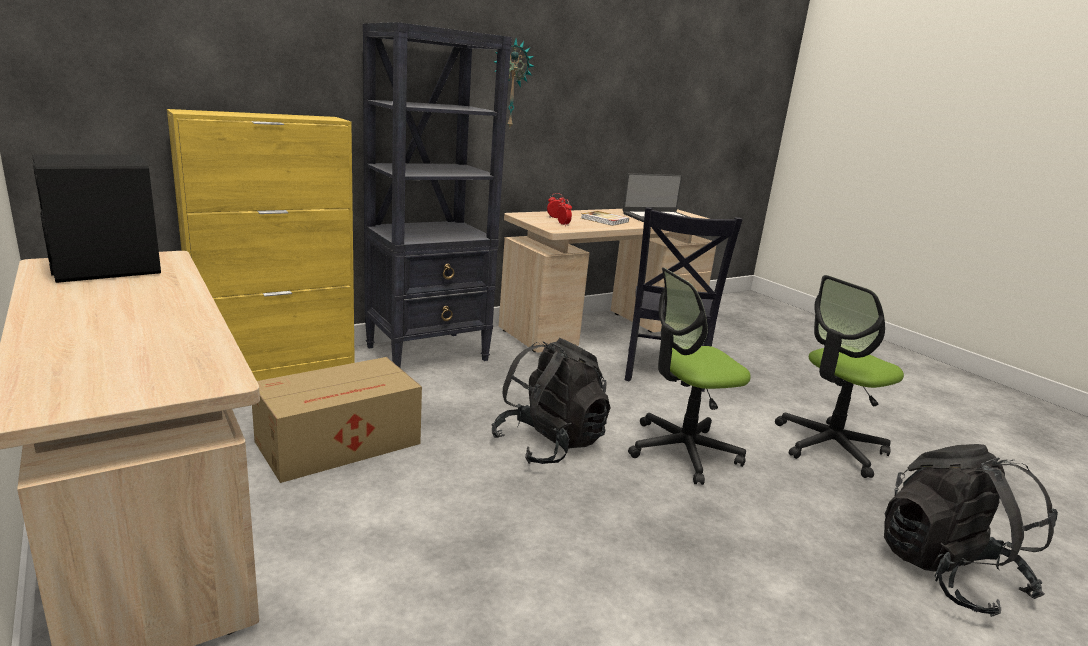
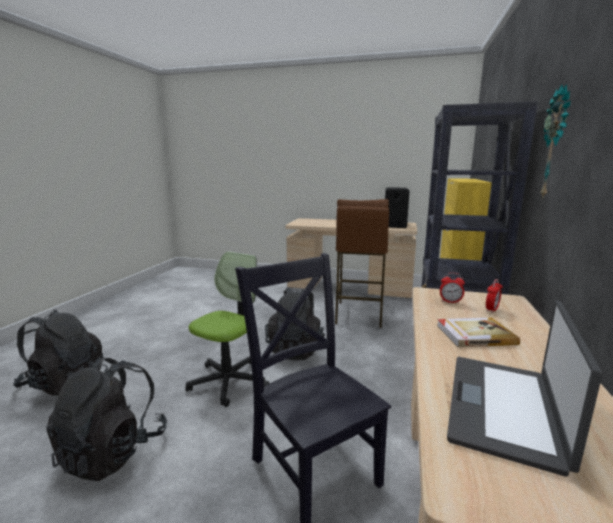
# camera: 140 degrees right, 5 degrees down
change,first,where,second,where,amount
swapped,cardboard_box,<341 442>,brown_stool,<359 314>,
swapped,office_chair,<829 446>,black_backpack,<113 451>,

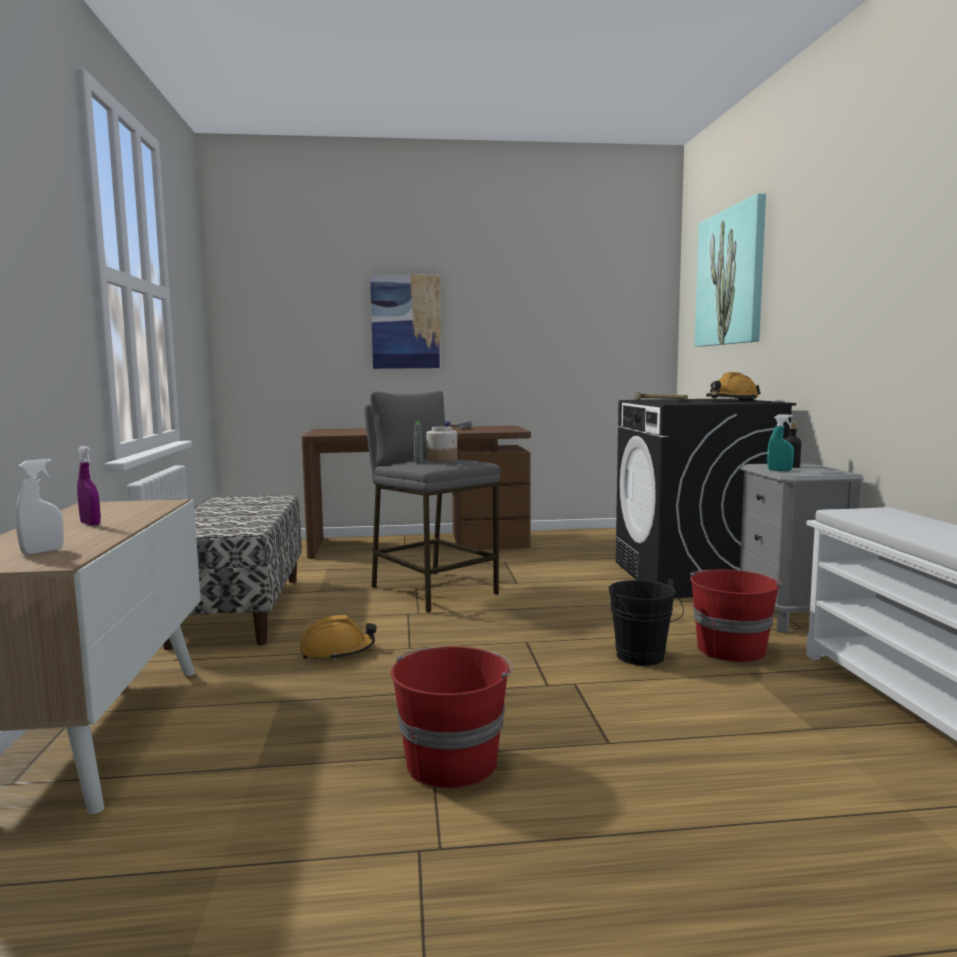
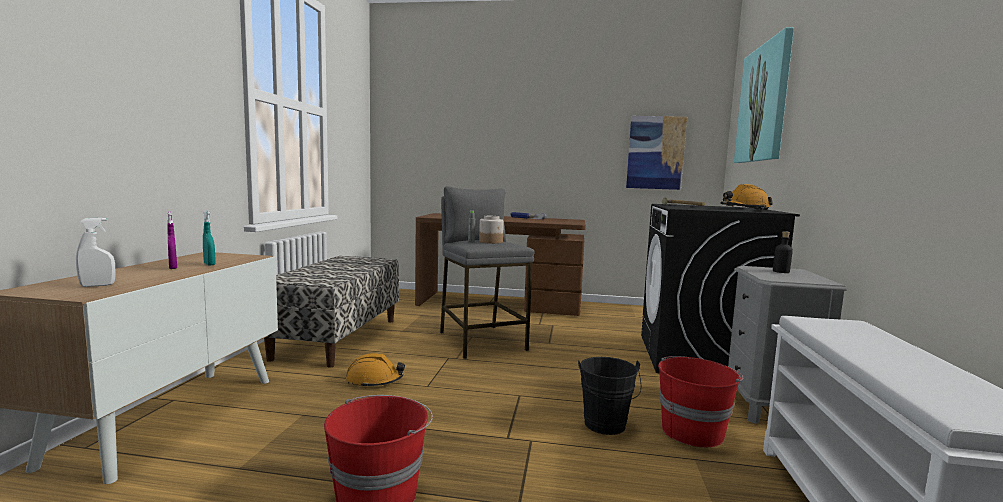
# camera: 15 degrees right, 0 degrees up
change,first,where,second,where,amount
shifted,picture,<406 322>,,<655 153>,
shifted,turquoise_spray_bottle,<779 470>,,<209 264>,

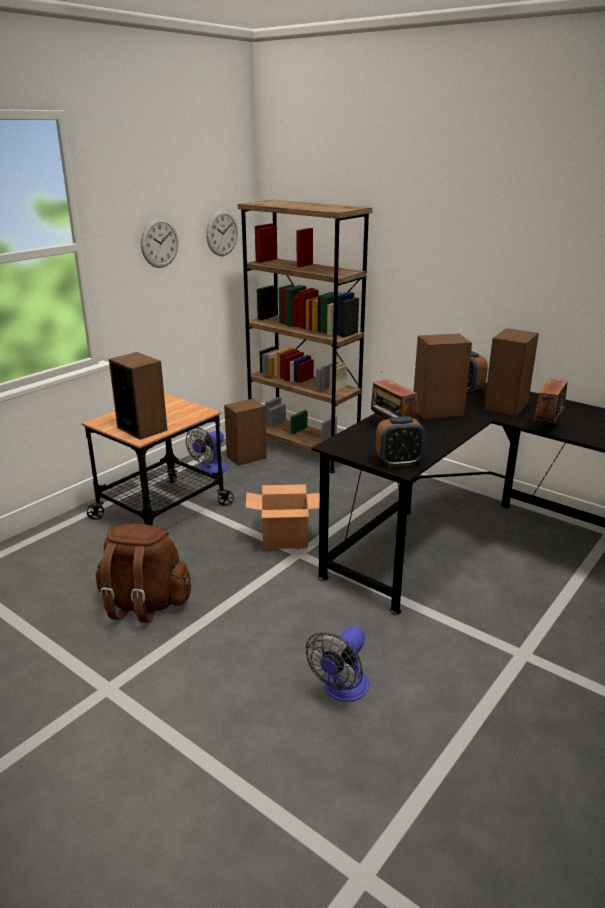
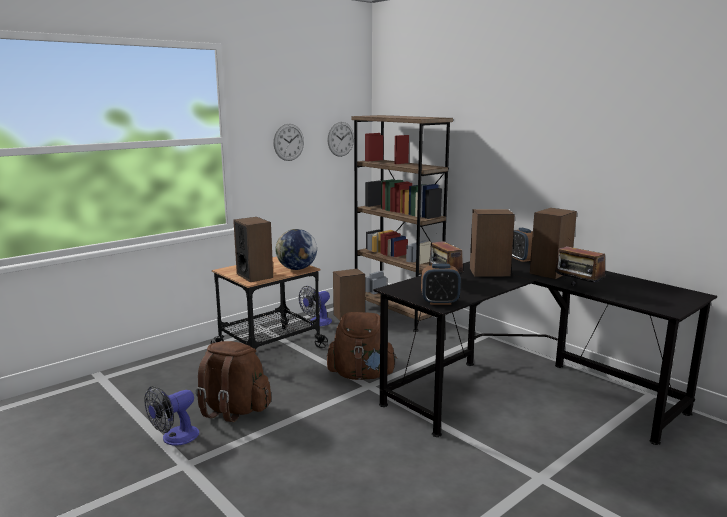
# camera: 10 degrees right, 10 degrees down
change,first,where,second,where,amount
new,,,globe,<296 269>,
shifted,fan,<342 690>,,<174 438>,
swapped,cardboard_box,<285 539>,brown_backpack,<361 375>,
rotated,radio,<545 429>,,<577 288>,75 degrees counterclockwise

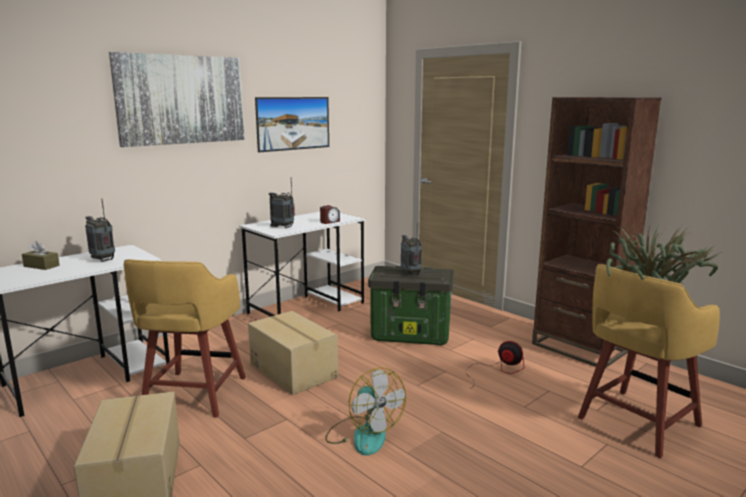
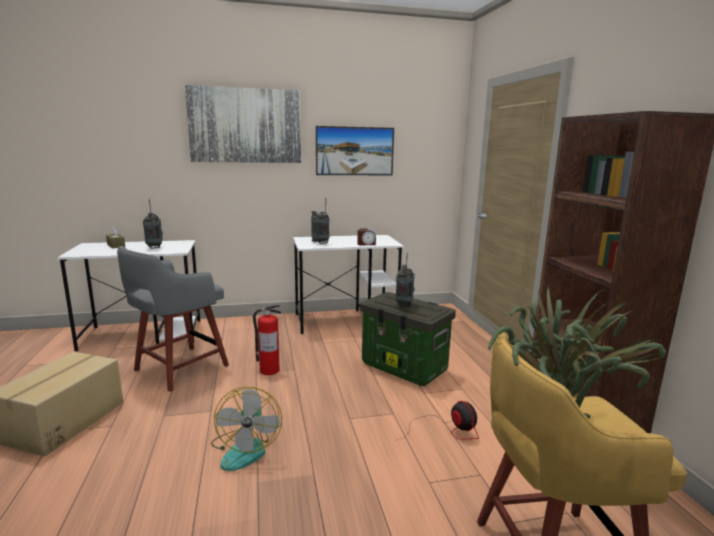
# camera: 30 degrees right, 0 degrees up
change,first,where,second,where,amount
swapped,cardboard_box,<294 370>,fire_extinguisher,<269 370>,
repainted,yellow_stool,<193 395>,grey_stool,<178 369>,

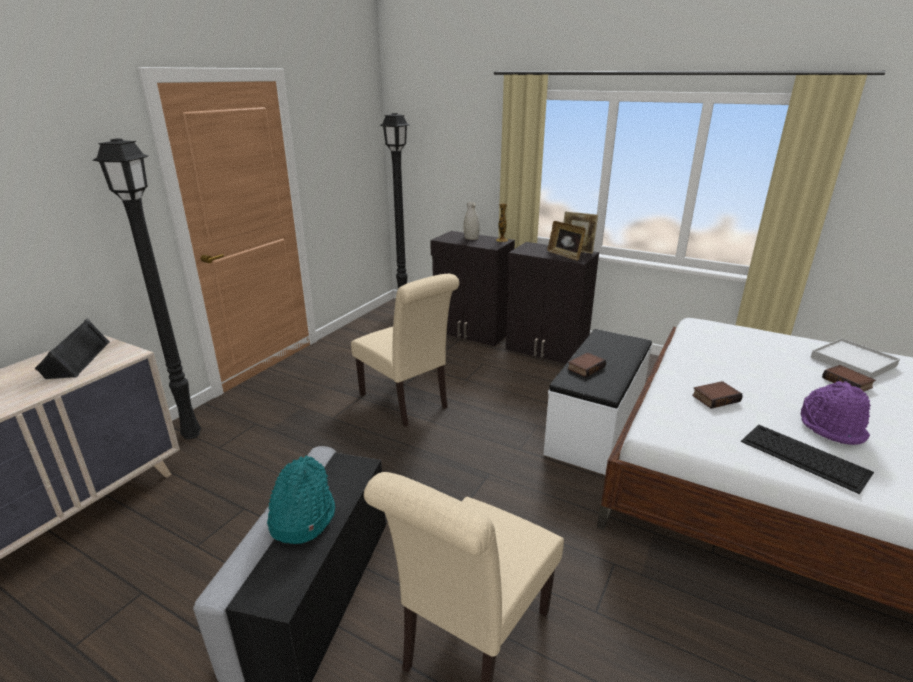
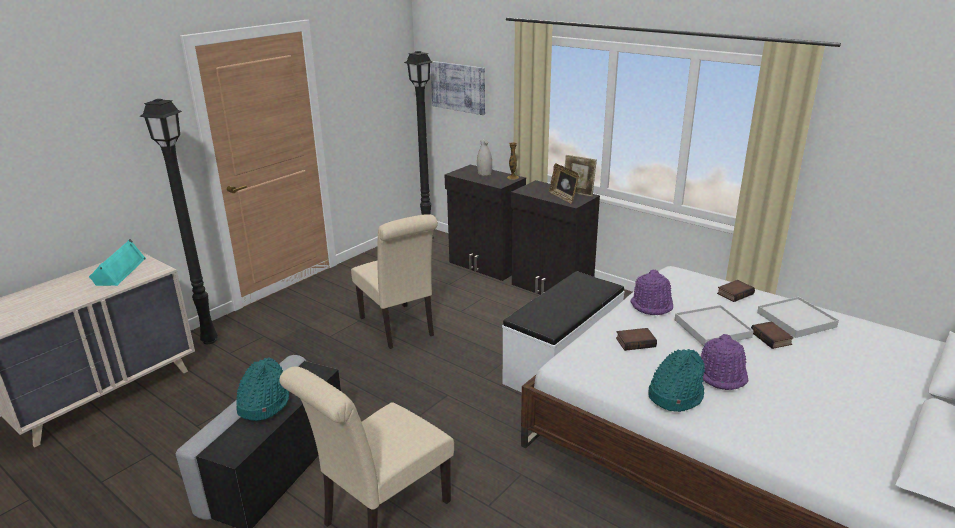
# camera: 10 degrees right, 0 degrees up
change,first,where,second,where,amount
new,,,picture,<458 87>,
new,,,purple_hat,<652 305>,
new,,,white_tray,<712 328>,
shifted,book,<585 367>,,<734 293>,
swapped,keyboard,<803 456>,turquoise_hat,<674 395>,
repainted,black_speaker,<75 359>,turquoise_speaker,<118 271>,

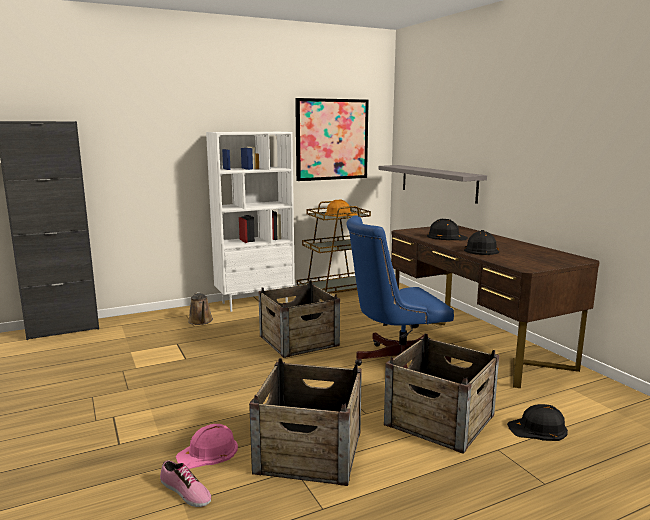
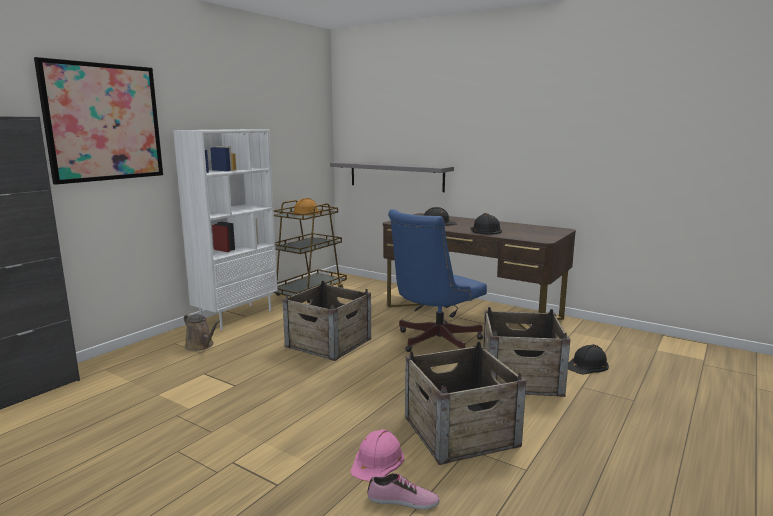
# camera: 30 degrees left, 0 degrees up
change,first,where,second,where,amount
shifted,picture,<332 139>,,<104 122>,

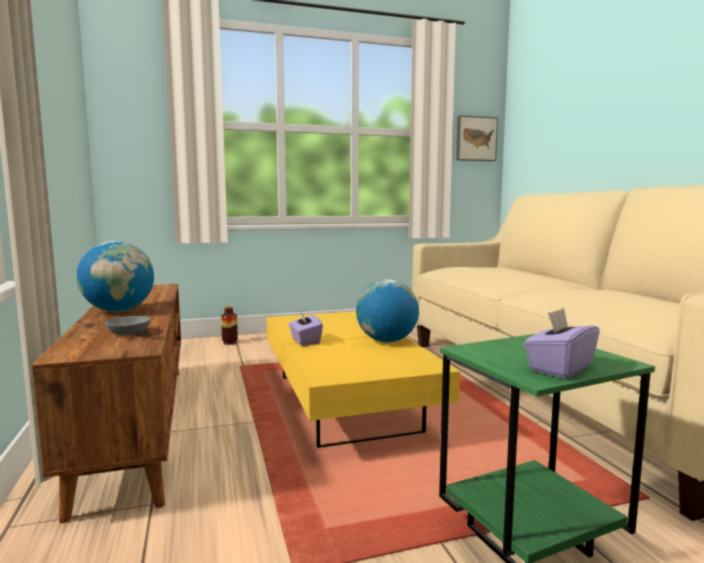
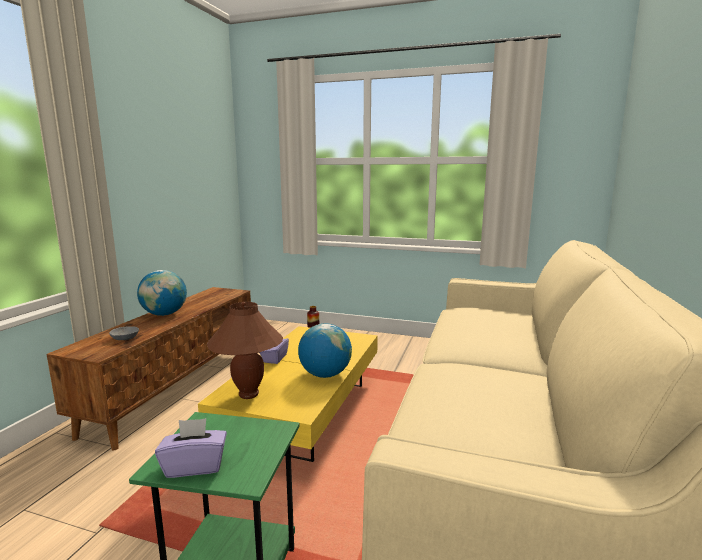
# camera: 35 degrees right, 5 degrees up
change,first,where,second,where,amount
gone,picture,<475 139>,,,
new,,,brown_table_lamp,<248 394>,

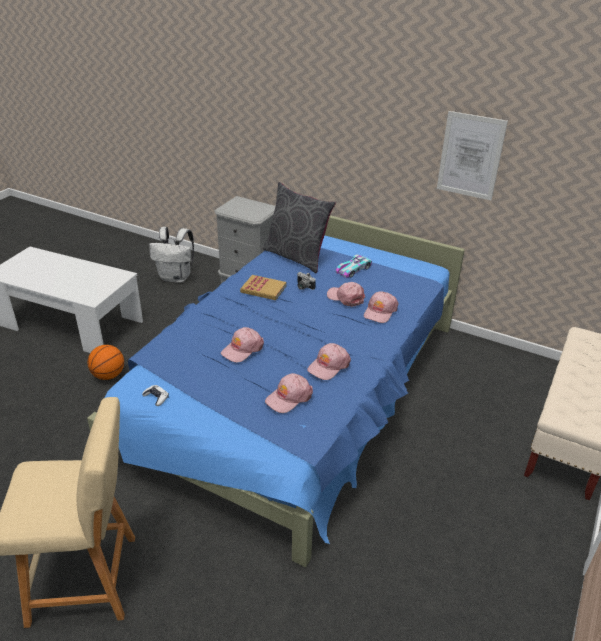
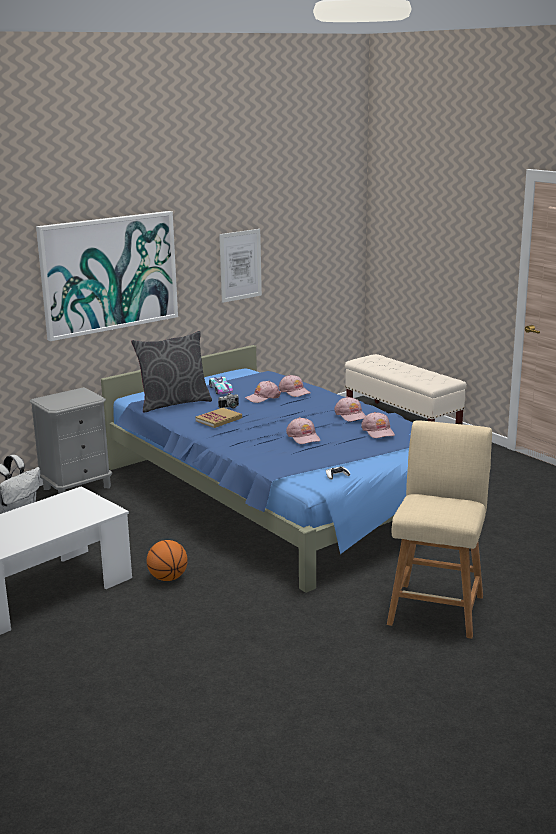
# camera: 65 degrees left, 15 degrees down
change,first,where,second,where,amount
new,,,picture,<109 273>,

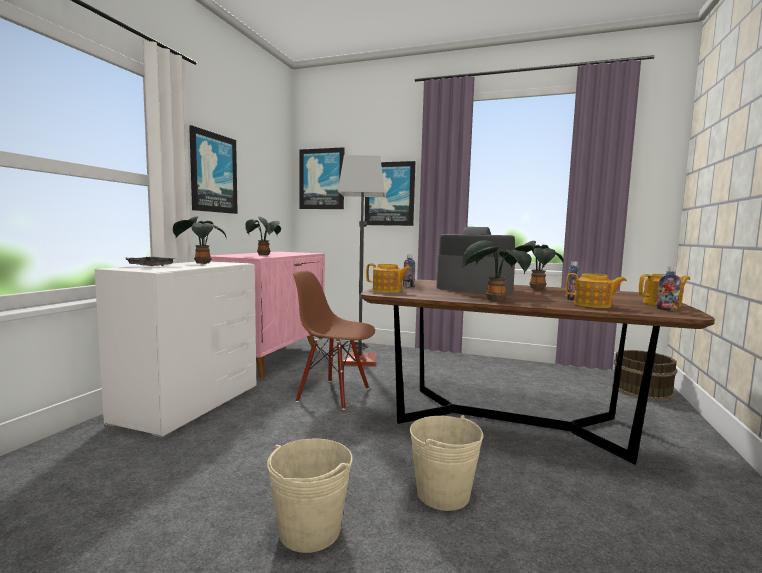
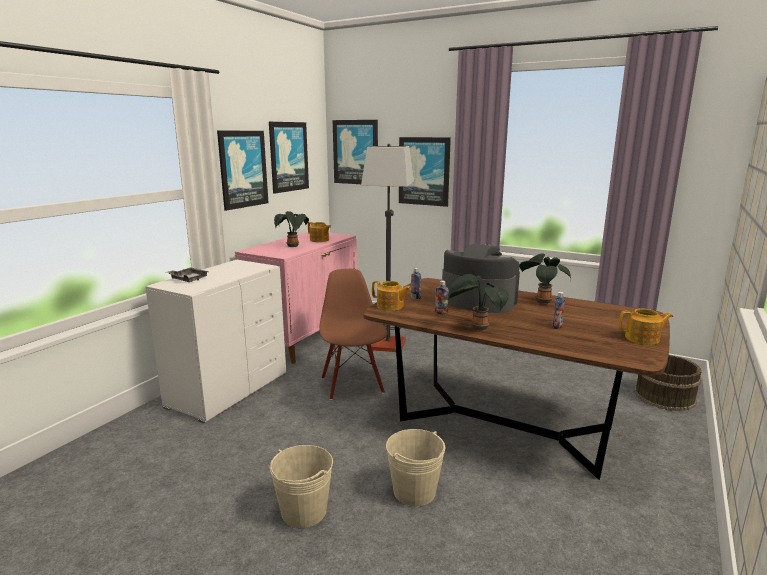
# camera: 10 degrees right, 10 degrees up
change,first,where,second,where,amount
gone,potted_plant,<201 263>,,,
new,,,picture,<288 157>,
shifted,teapot,<593 305>,,<319 240>,
shifted,bottle,<666 310>,,<441 313>,
rotated,brown_chair,<334 394>,,<353 385>,45 degrees clockwise

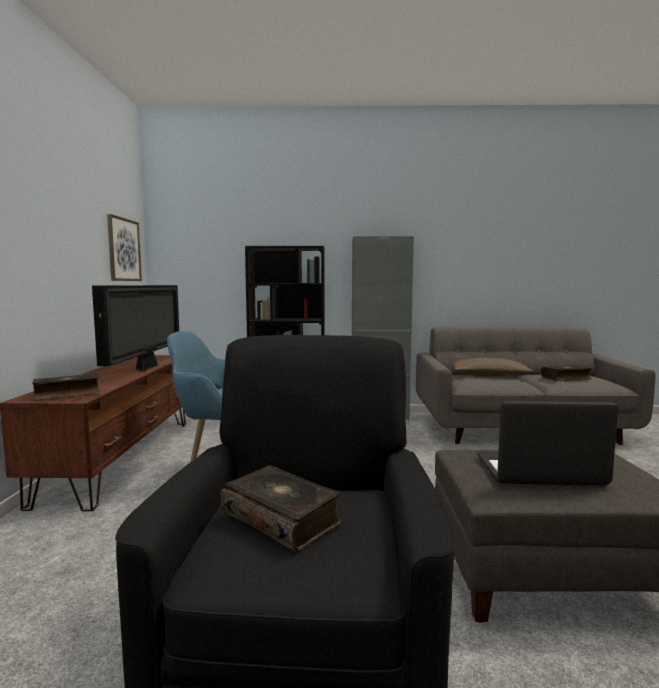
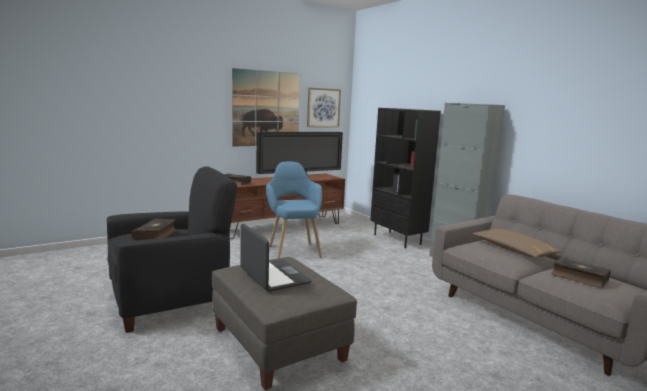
# camera: 55 degrees right, 5 degrees up
change,first,where,second,where,amount
new,,,picture,<266 109>,

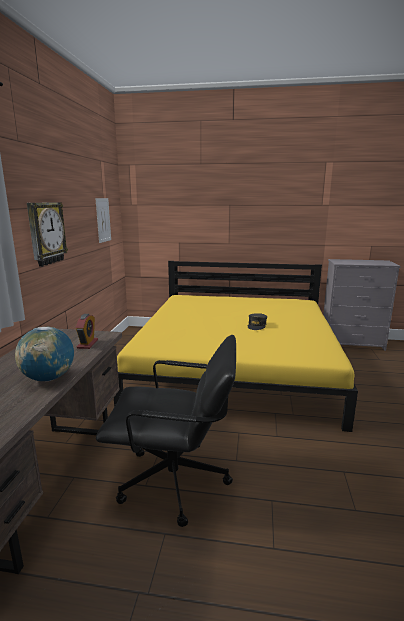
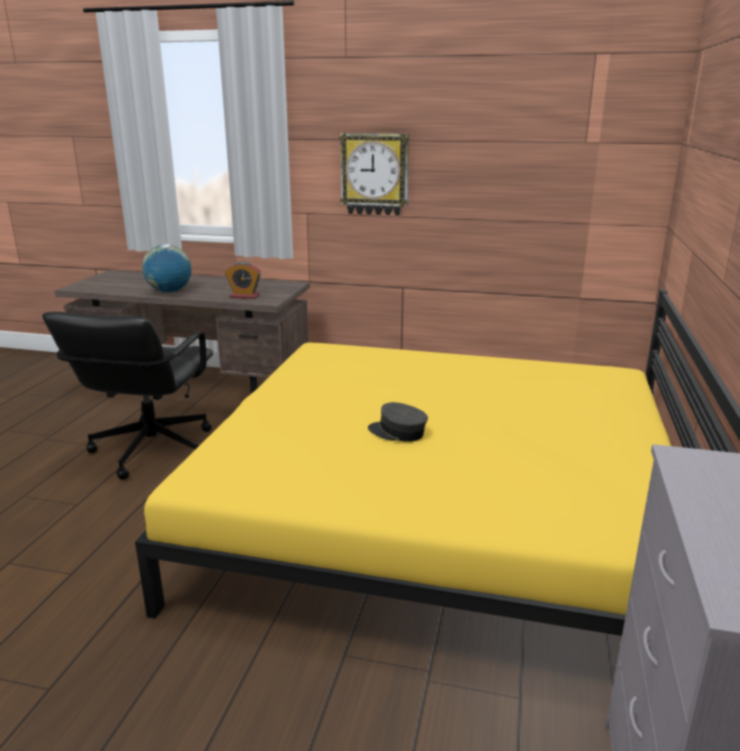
# camera: 95 degrees right, 5 degrees up
change,first,where,second,where,amount
gone,picture,<103 220>,,,

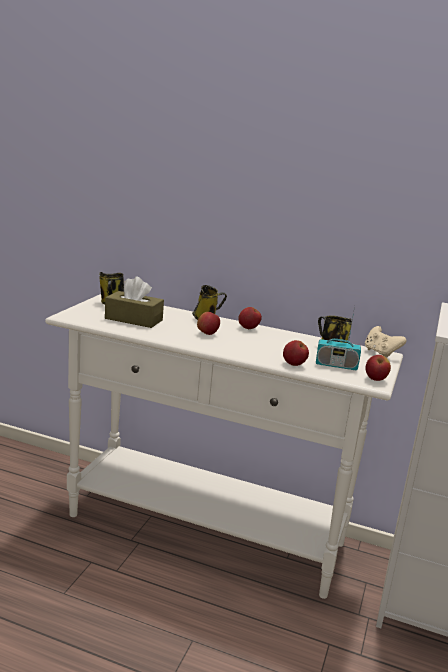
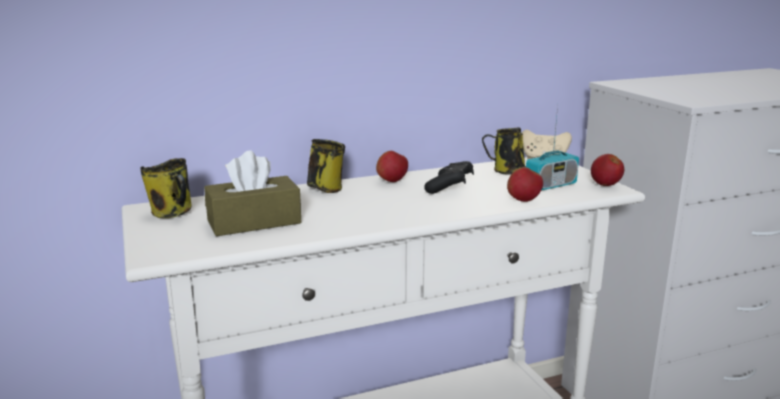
# camera: 40 degrees left, 0 degrees up
change,first,where,second,where,amount
gone,apple,<207 334>,,,
new,,,black_game_controller,<450 188>,

